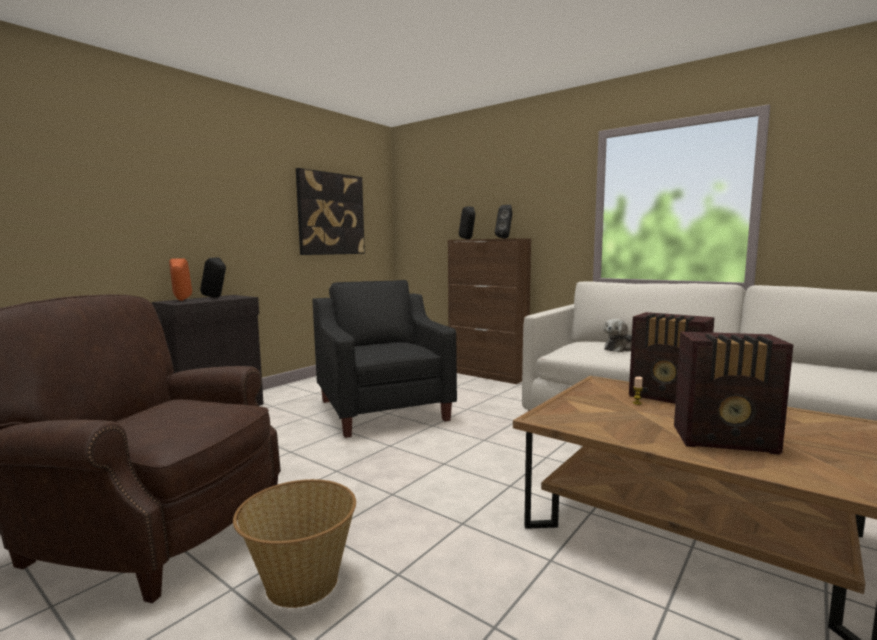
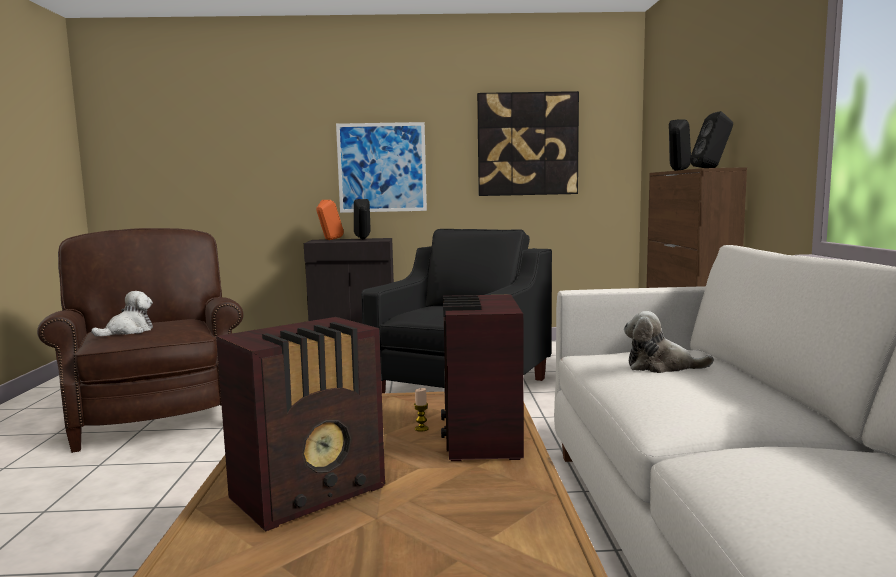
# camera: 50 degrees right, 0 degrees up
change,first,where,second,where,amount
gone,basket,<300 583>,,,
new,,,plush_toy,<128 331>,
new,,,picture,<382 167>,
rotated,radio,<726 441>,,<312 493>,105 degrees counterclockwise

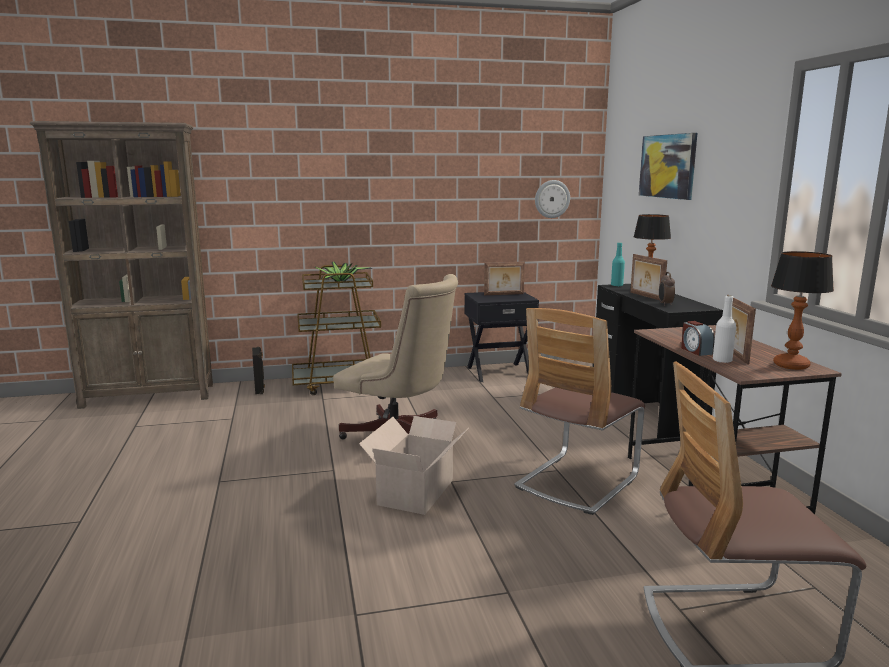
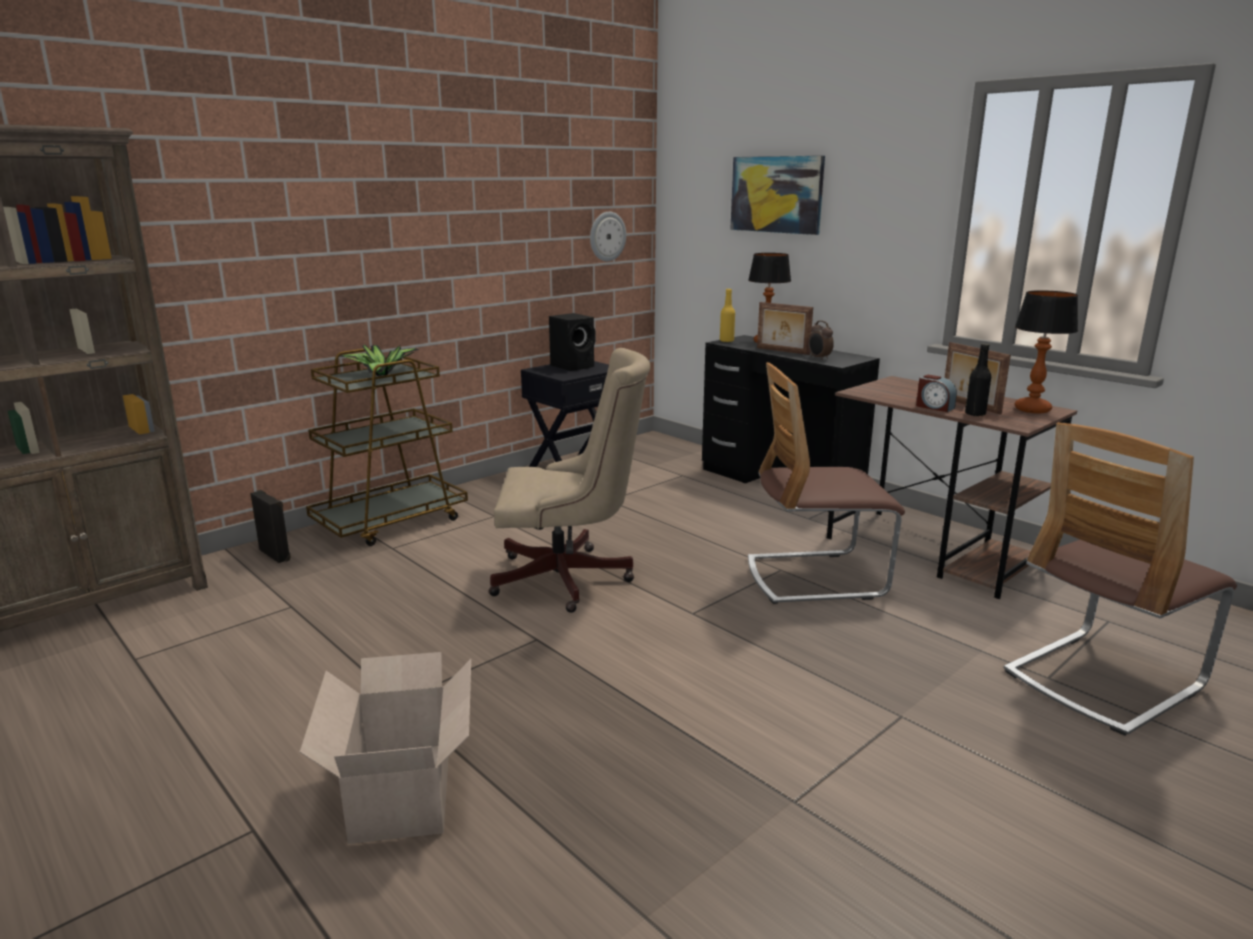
# camera: 30 degrees left, 5 degrees up
change,first,where,second,where,amount
shifted,cardboard_box,<417 491>,,<404 788>,
swapped,picture_frame,<504 294>,black_speaker,<573 366>,
repainted,turquoise_bottle,<617 285>,yellow_bottle,<726 341>,
repainted,white_bottle,<722 360>,black_bottle,<975 414>,
rotated,chair,<577 482>,,<815 577>,75 degrees clockwise

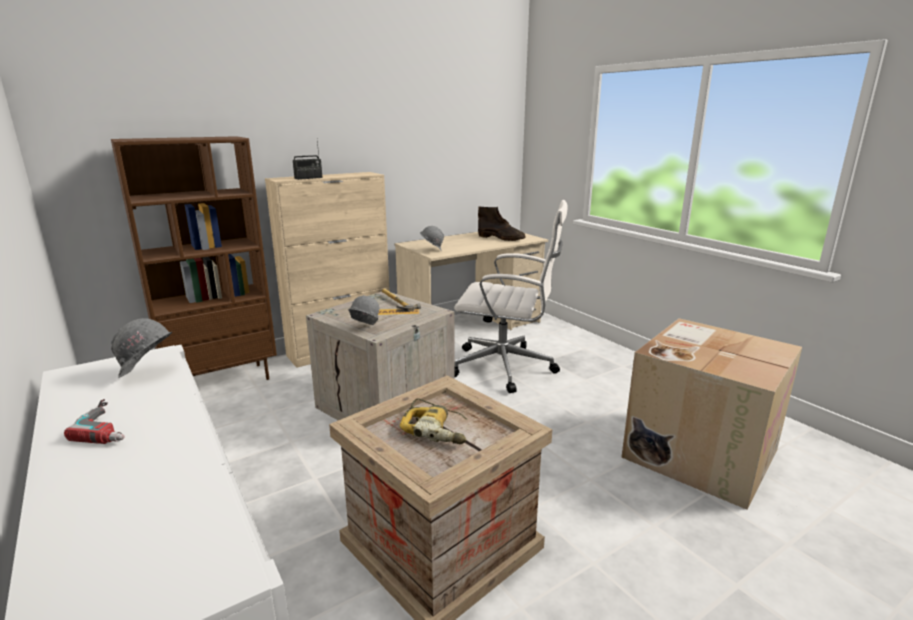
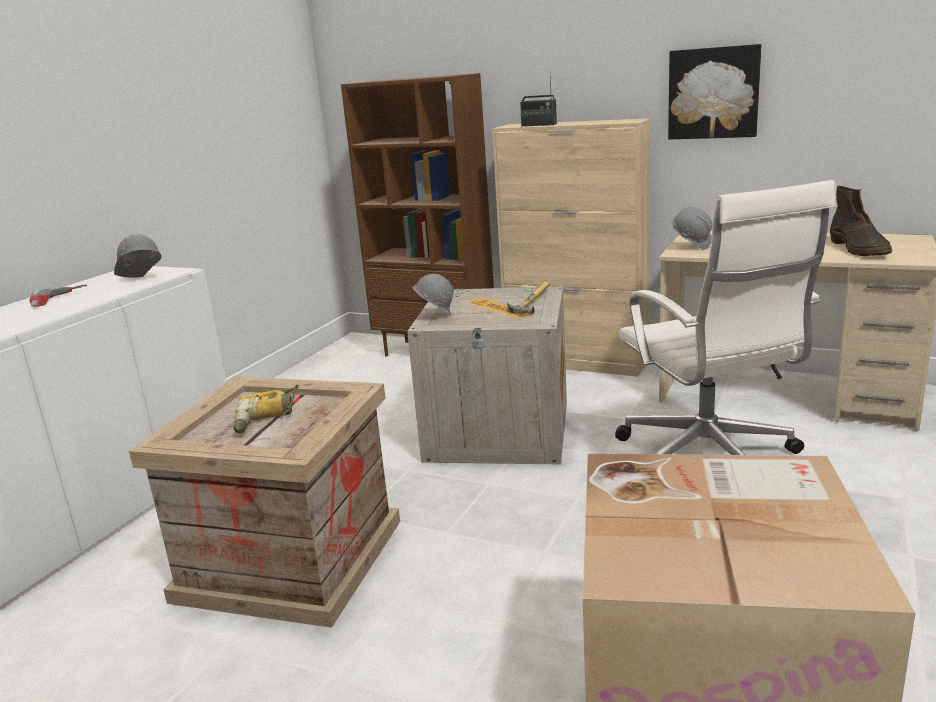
# camera: 60 degrees right, 0 degrees up
change,first,where,second,where,amount
new,,,picture,<713 93>,

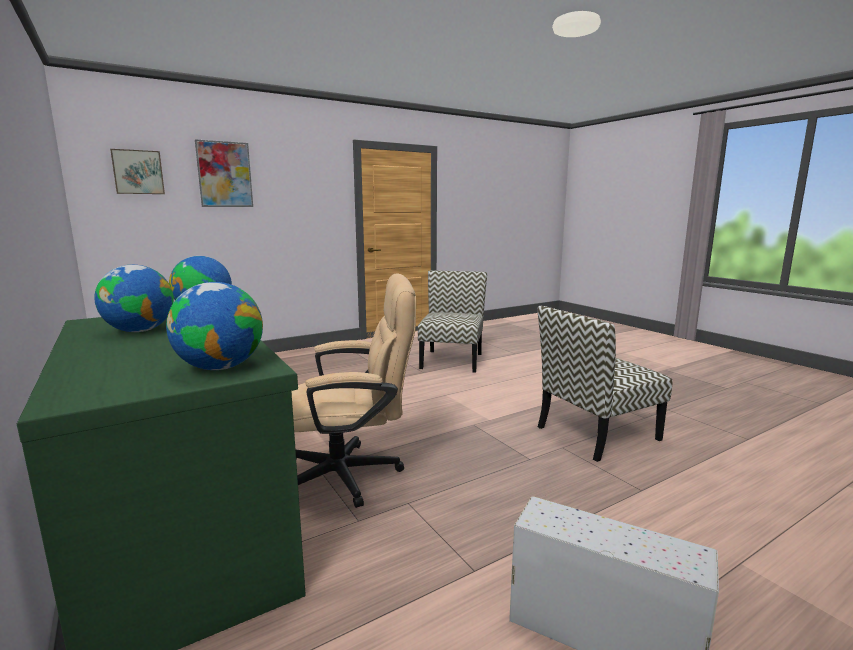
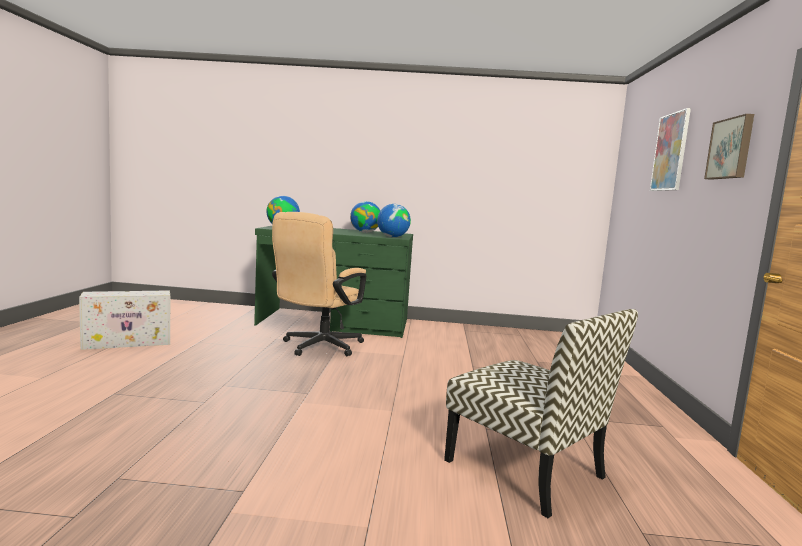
# camera: 125 degrees right, 5 degrees down
change,first,where,second,where,amount
gone,chair,<596 434>,,,
shifted,picture,<138 172>,,<731 148>,

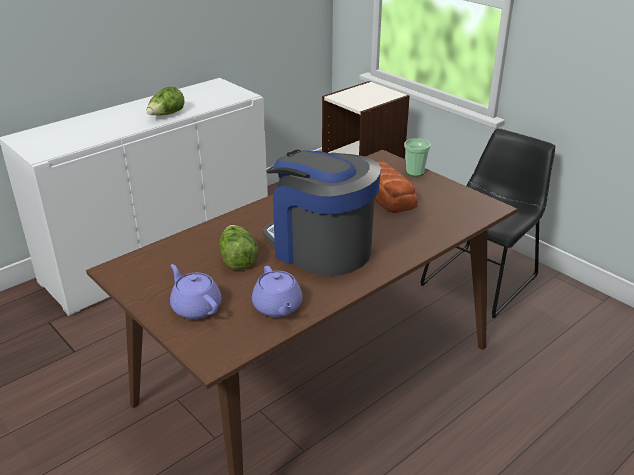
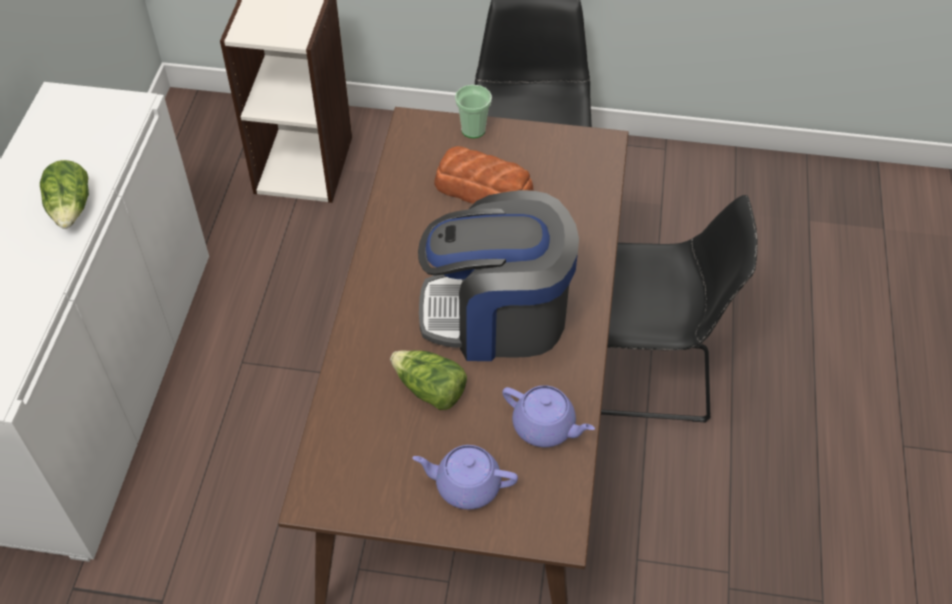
# camera: 40 degrees left, 20 degrees up
change,first,where,second,where,amount
new,,,black_chair,<645 367>,

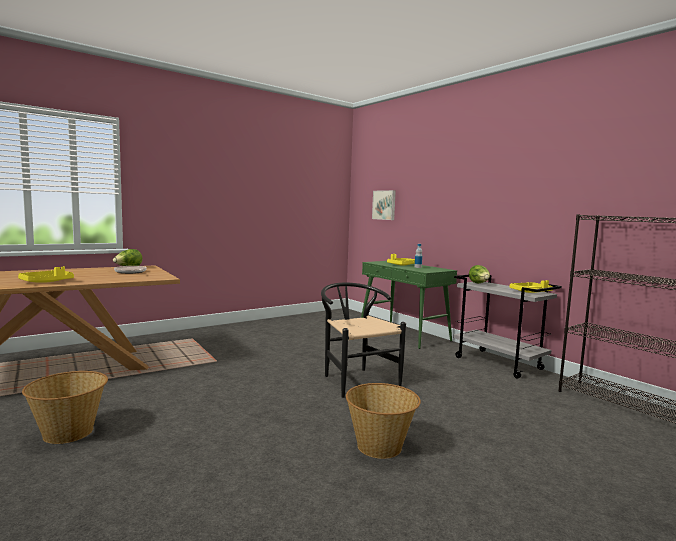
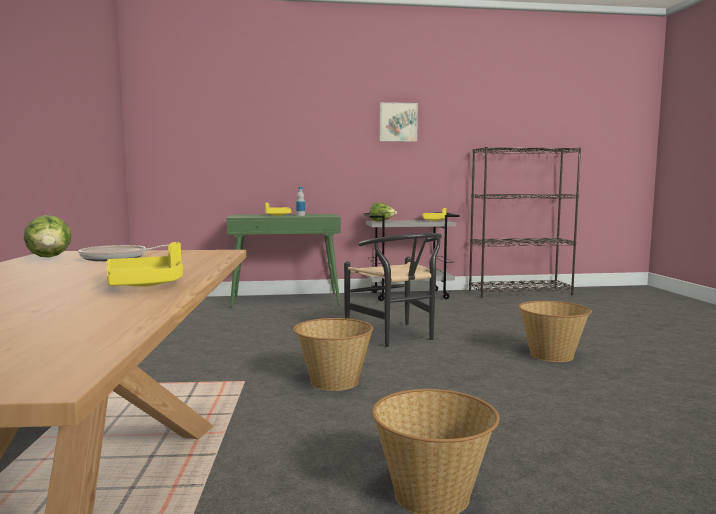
# camera: 60 degrees left, 0 degrees up
change,first,where,second,where,amount
new,,,basket,<333 382>,
shifted,picture,<384 205>,,<397 122>,
rotated,black_chair,<355 379>,,<396 337>,120 degrees counterclockwise

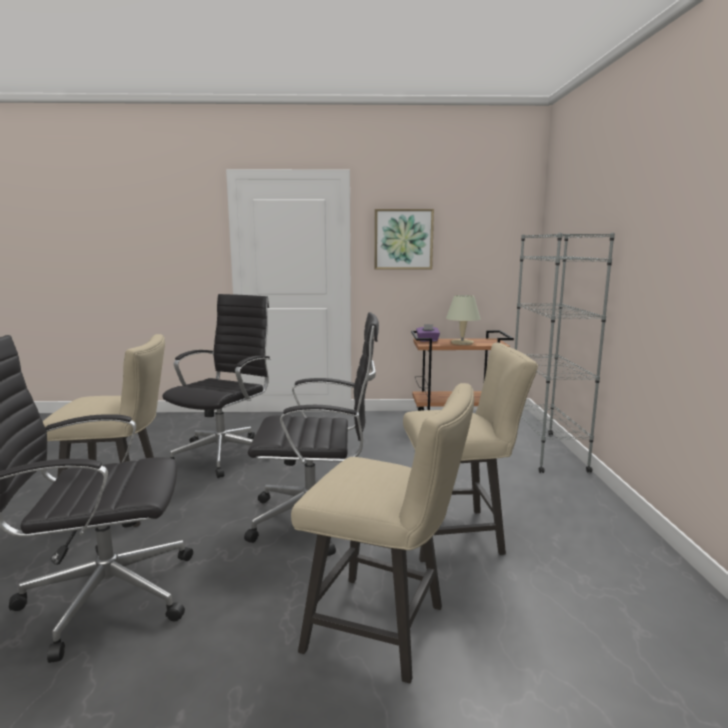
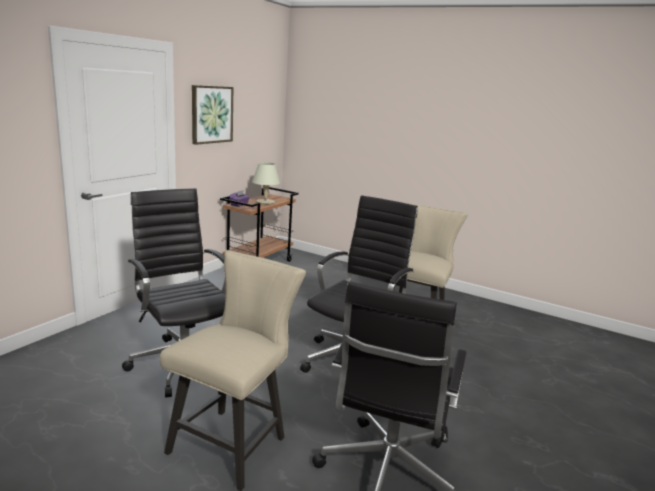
# camera: 60 degrees left, 5 degrees up
change,first,where,second,where,amount
gone,beige_chair,<386 629>,,,
gone,grey_bookcase,<546 451>,,,

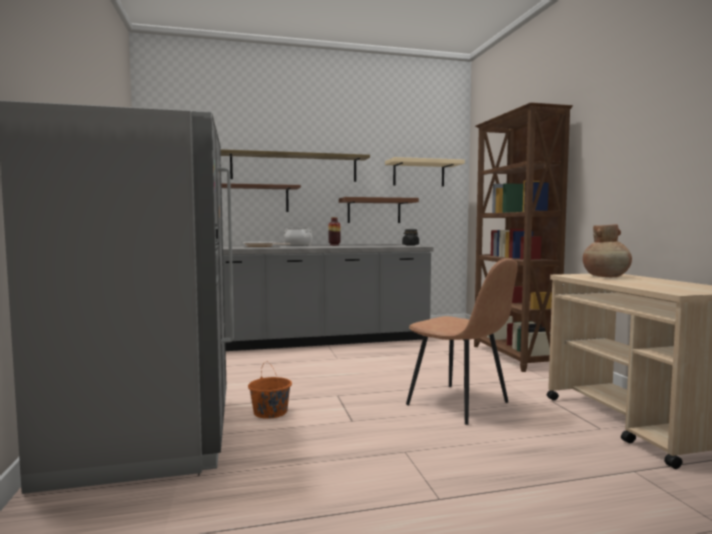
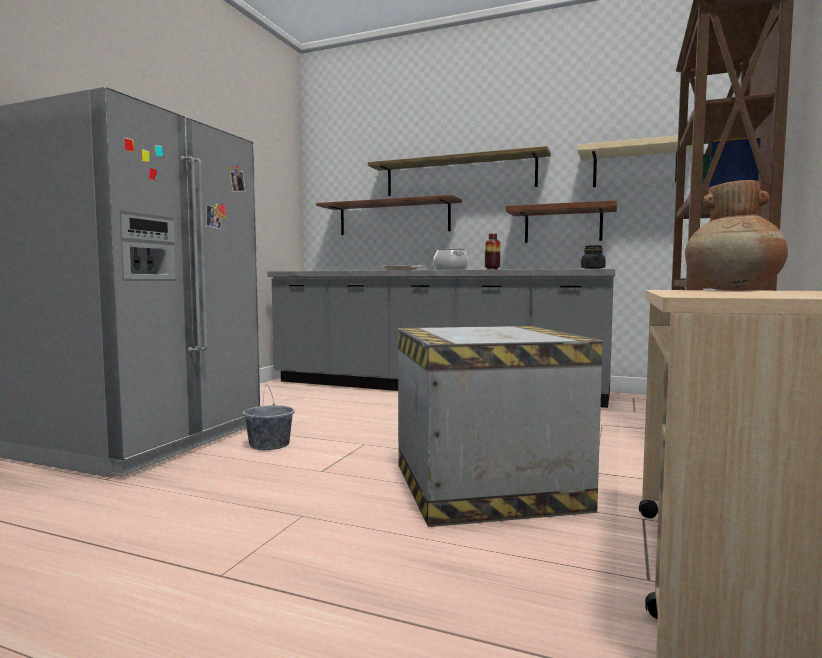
# camera: 35 degrees right, 0 degrees up
change,first,where,second,where,amount
swapped,brown_chair,<460 404>,crate,<484 486>,
repainted,orange_bucket,<270 412>,grey_bucket,<269 445>,

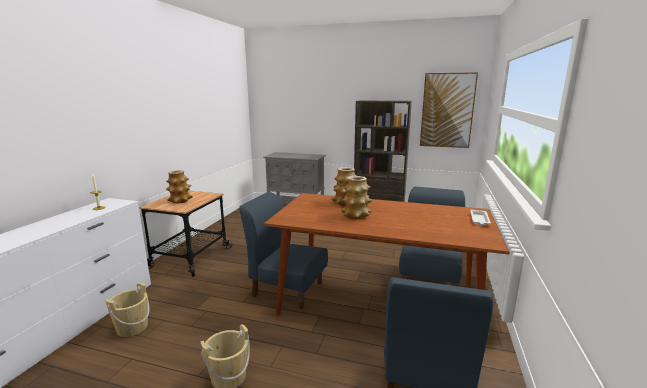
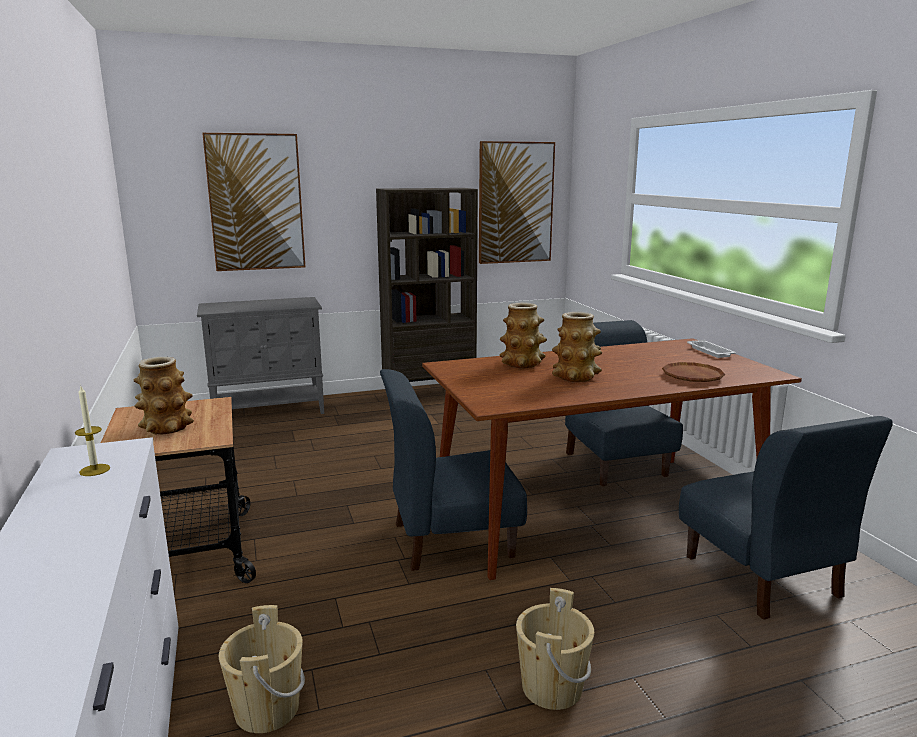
# camera: 35 degrees left, 0 degrees up
change,first,where,second,where,amount
new,,,picture,<256 202>,
new,,,brown_plate,<692 376>,

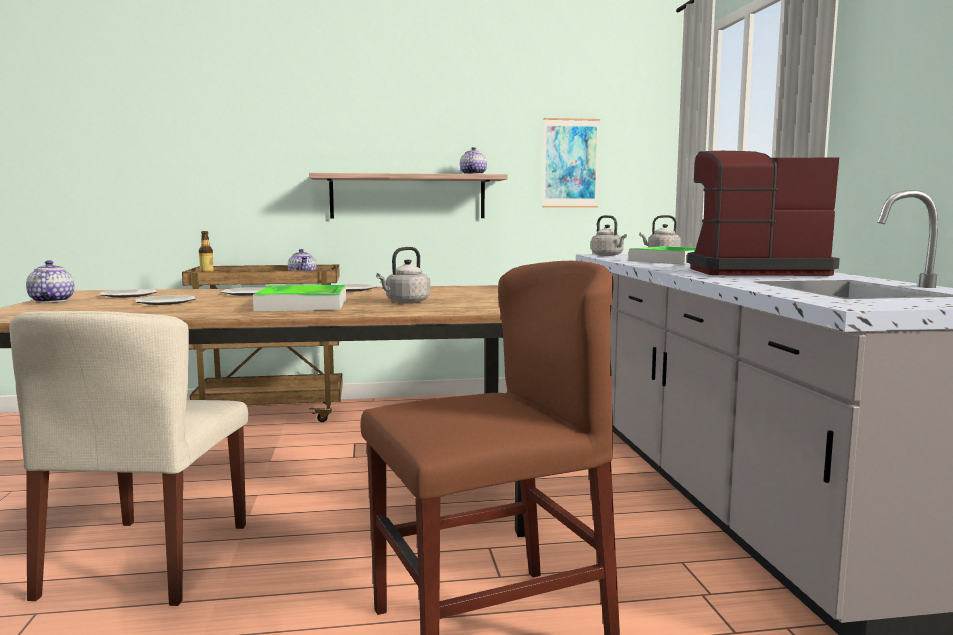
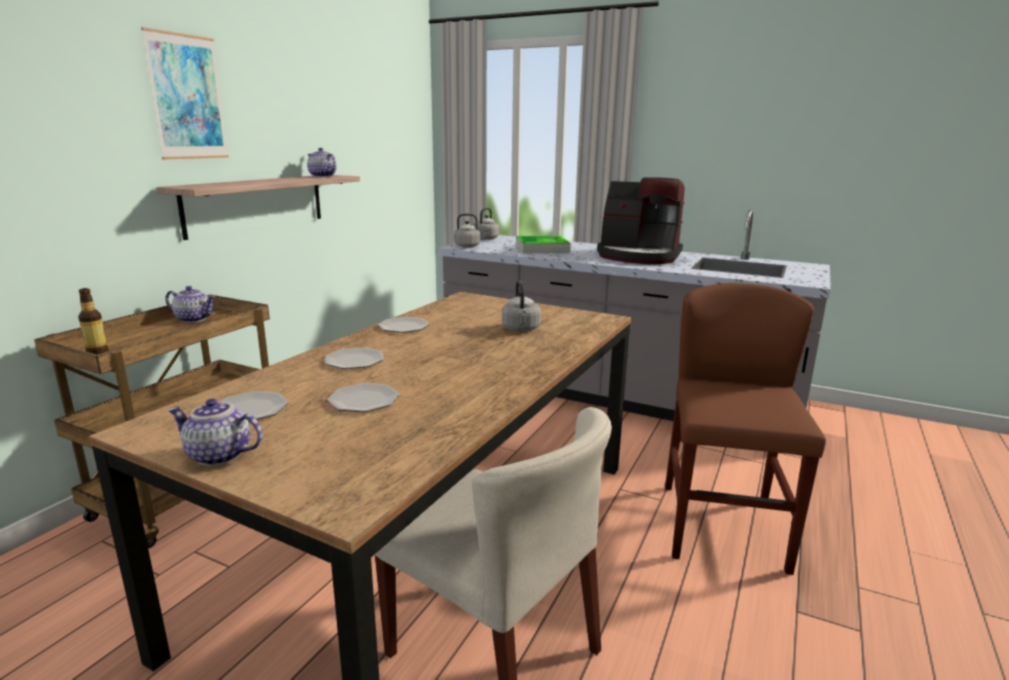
# camera: 55 degrees left, 10 degrees up
change,first,where,second,where,amount
gone,tray,<302 305>,,,
shifted,picture,<570 163>,,<187 97>,
rotated,coffee_machine,<752 272>,,<639 256>,105 degrees counterclockwise

